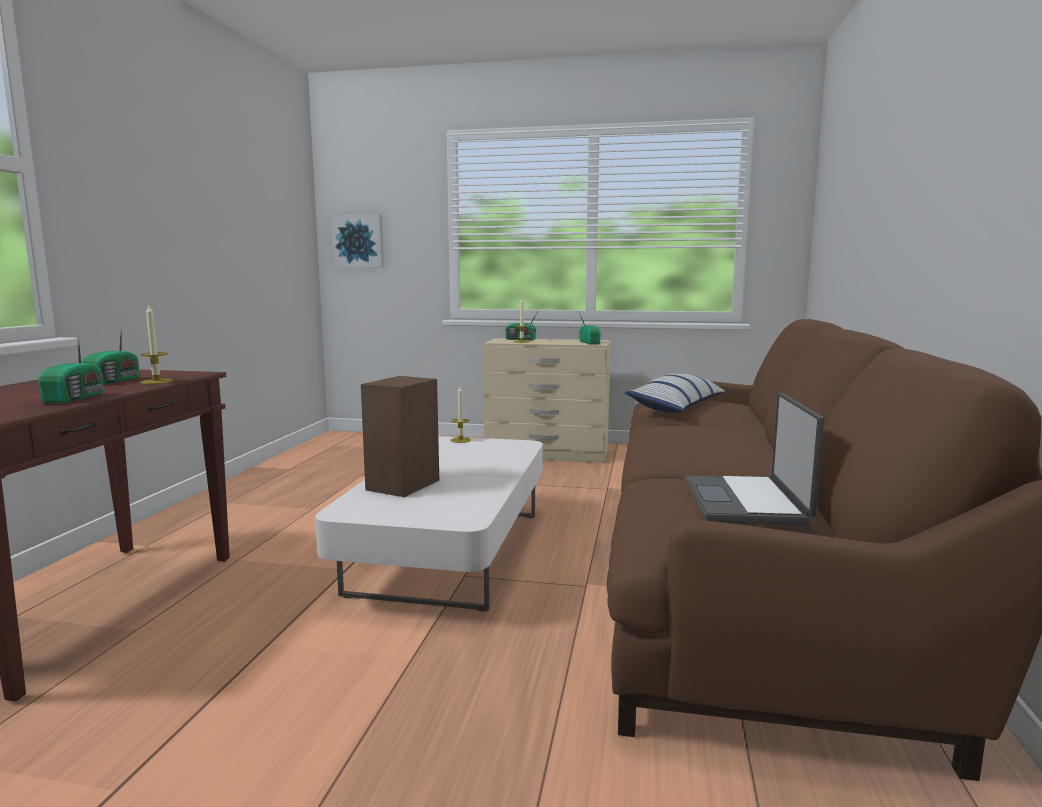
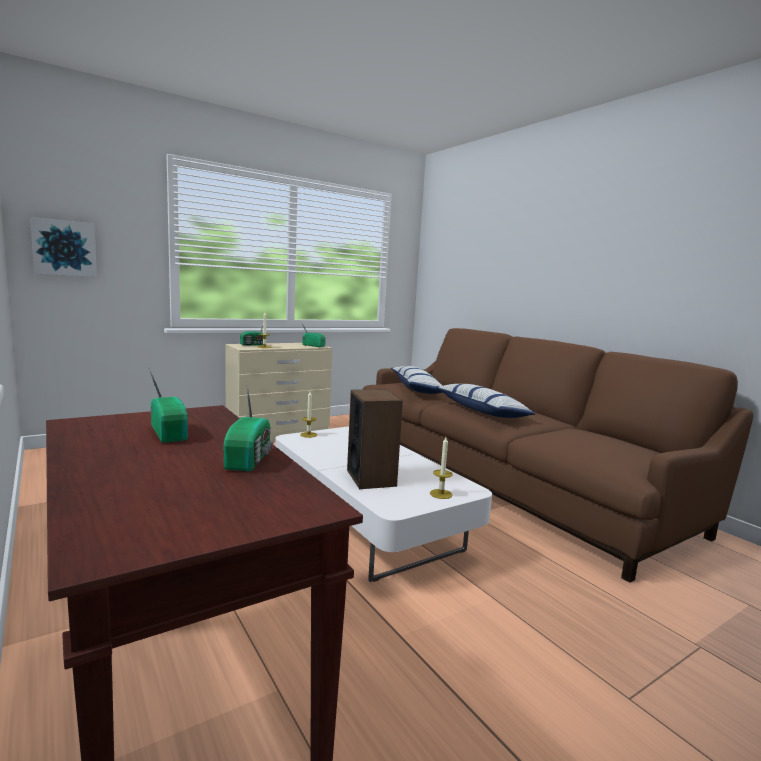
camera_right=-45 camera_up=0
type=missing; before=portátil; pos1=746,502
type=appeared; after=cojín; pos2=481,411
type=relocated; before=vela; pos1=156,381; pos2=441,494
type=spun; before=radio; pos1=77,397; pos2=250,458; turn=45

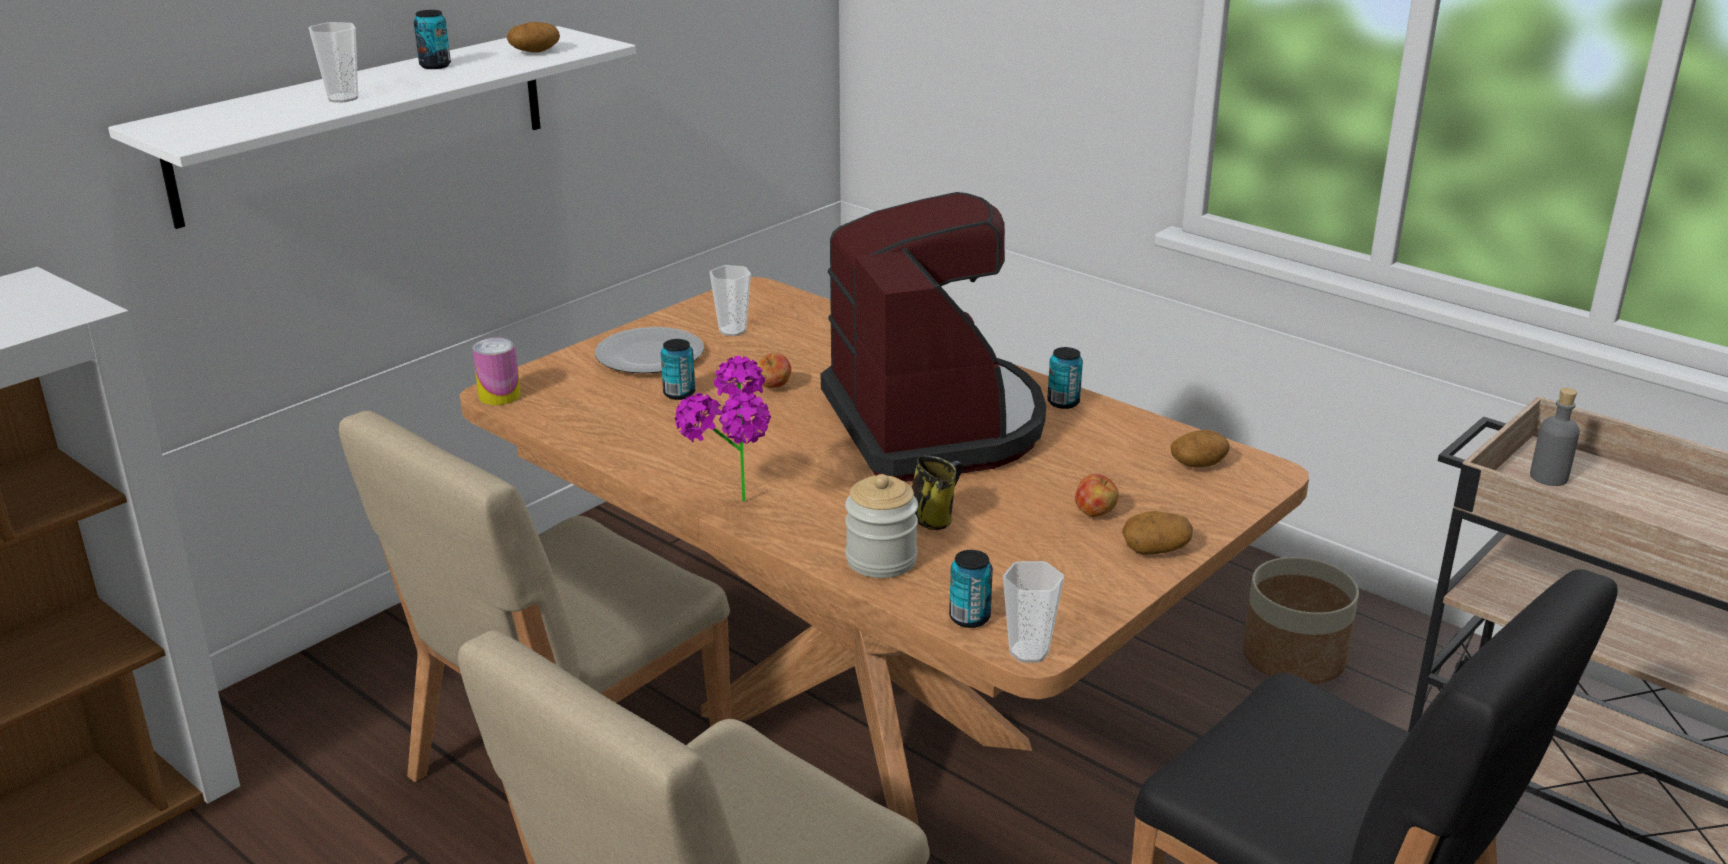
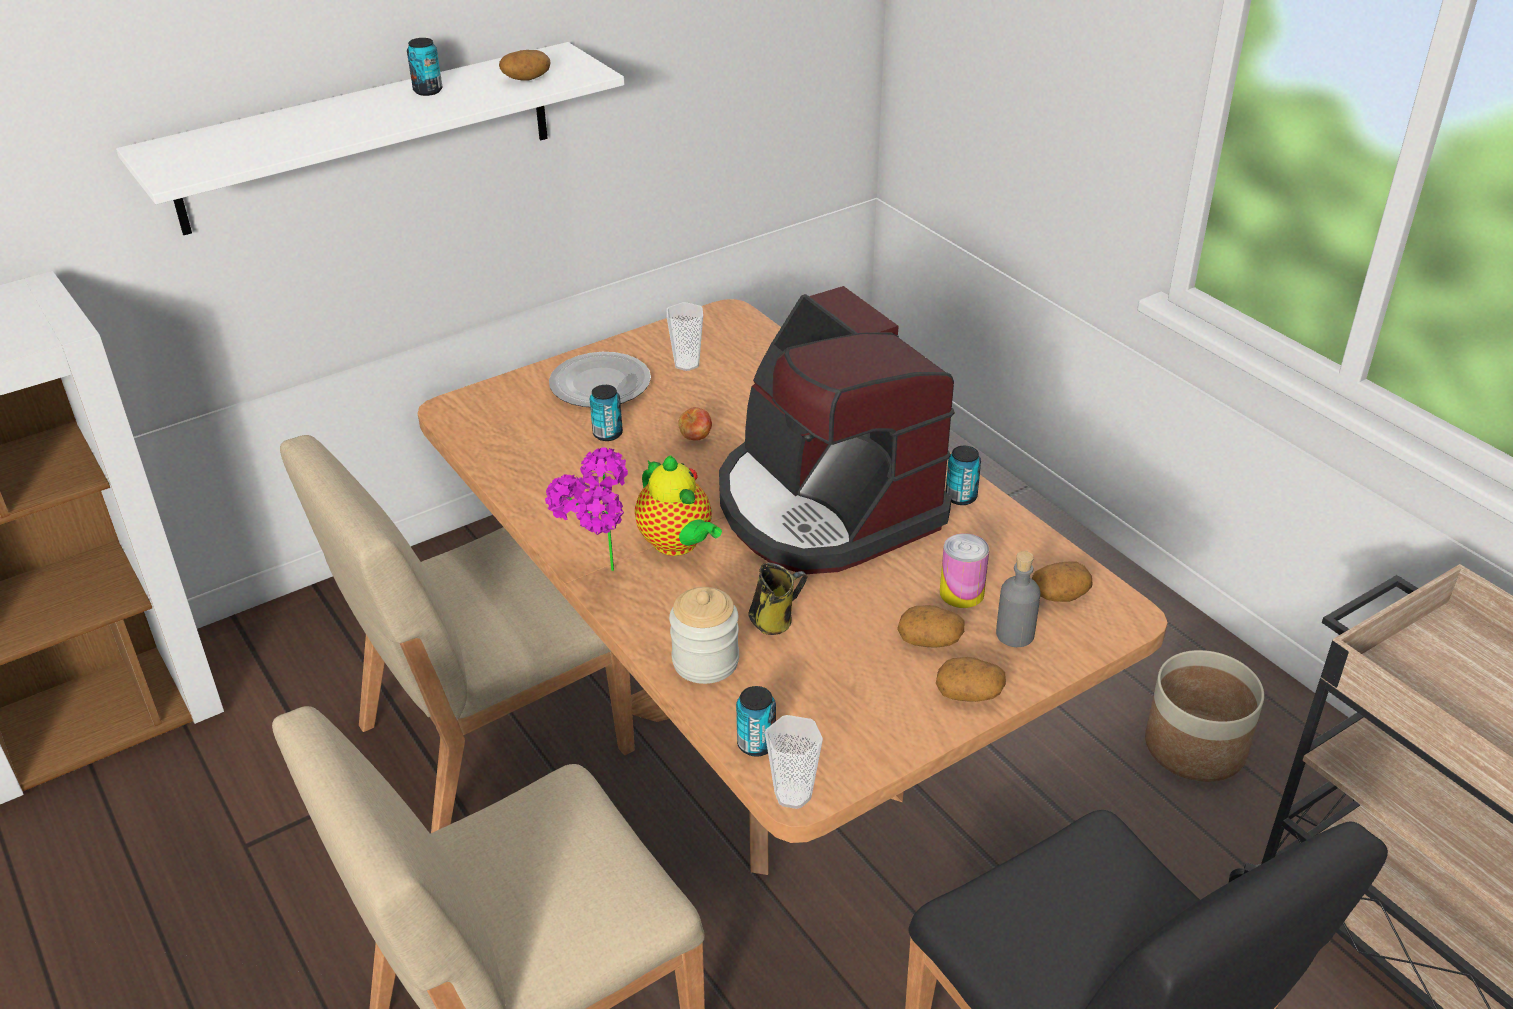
camera_right=15 camera_up=10
type=missing; before=taza; pos1=343,98
type=appeared; after=tetera; pos2=678,544
type=relocated; before=lata; pos1=499,396; pos2=961,593
type=relocated; before=botella [gris]; pos1=1548,477; pos2=1014,634
type=exchanged; before=manzana; after=patata; pos1=1095,513; pos2=930,639
type=spun; before=cafetera; pos1=934,424; pos2=825,506; turn=150

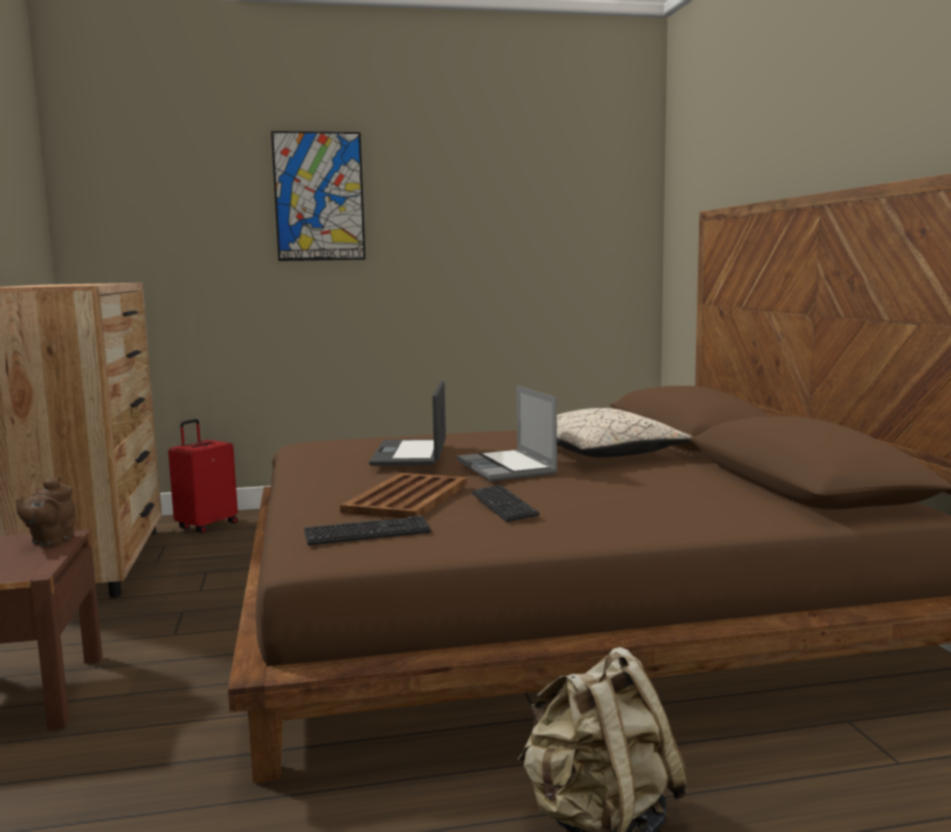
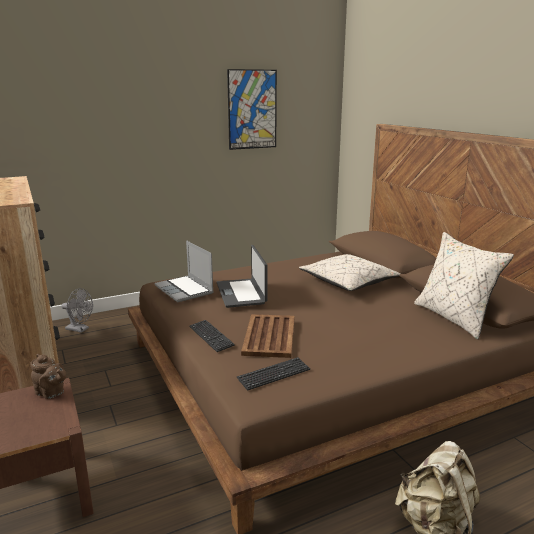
camera_right=-15 camera_up=10
type=appeared; after=cojín [beis]; pos2=454,318
type=relocated; before=cuadro; pos1=319,196; pos2=252,109
type=relocated; before=portátil; pos1=508,468; pos2=185,290
type=relocated; before=teclado; pos1=503,505; pos2=211,336
type=exchanged; before=maleta [rojo]; after=ventilador [gris]; pos1=206,526; pos2=80,329
type=spun; before=tetera [marrón]; pos1=50,541; pos2=51,393; turn=-60

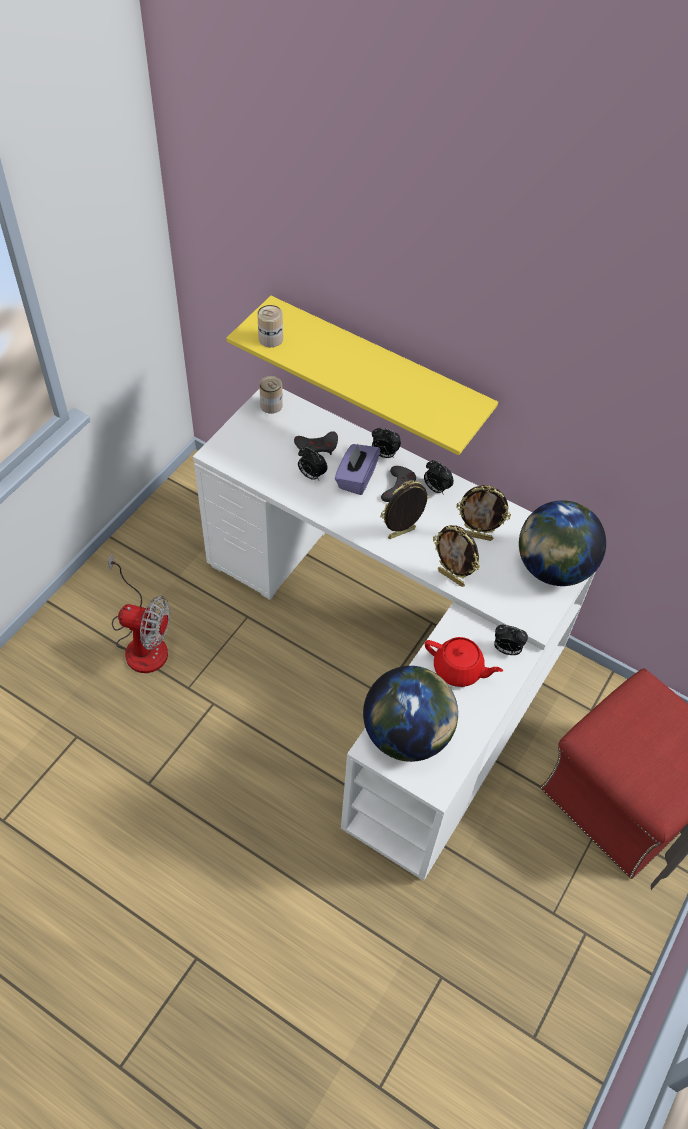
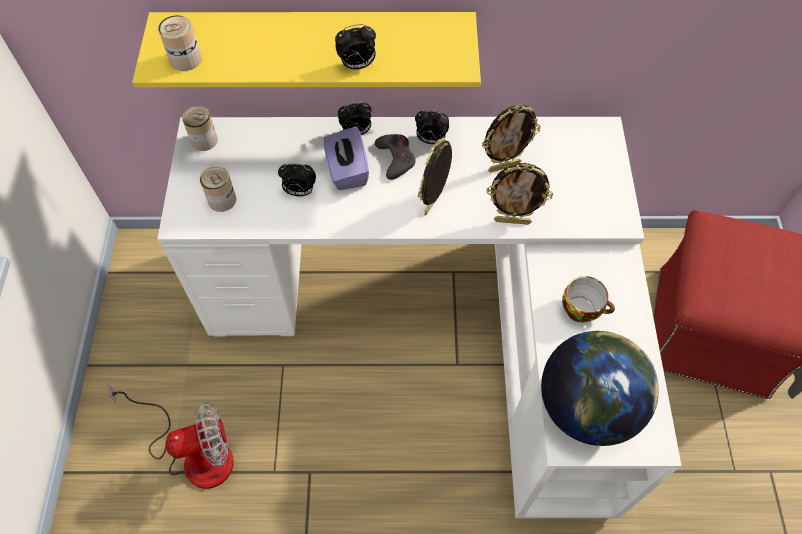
camera_right=-30 camera_up=5
type=missing; before=mando de consola [gris]; pos1=317,446
type=missing; before=globo terráqueo; pos1=553,568
type=appeared; after=lata; pos2=222,200
type=relocated; before=despertador; pos1=506,649; pos2=357,65
type=exchanged; before=tetera [rojo]; after=taza; pos1=458,669; pos2=582,309

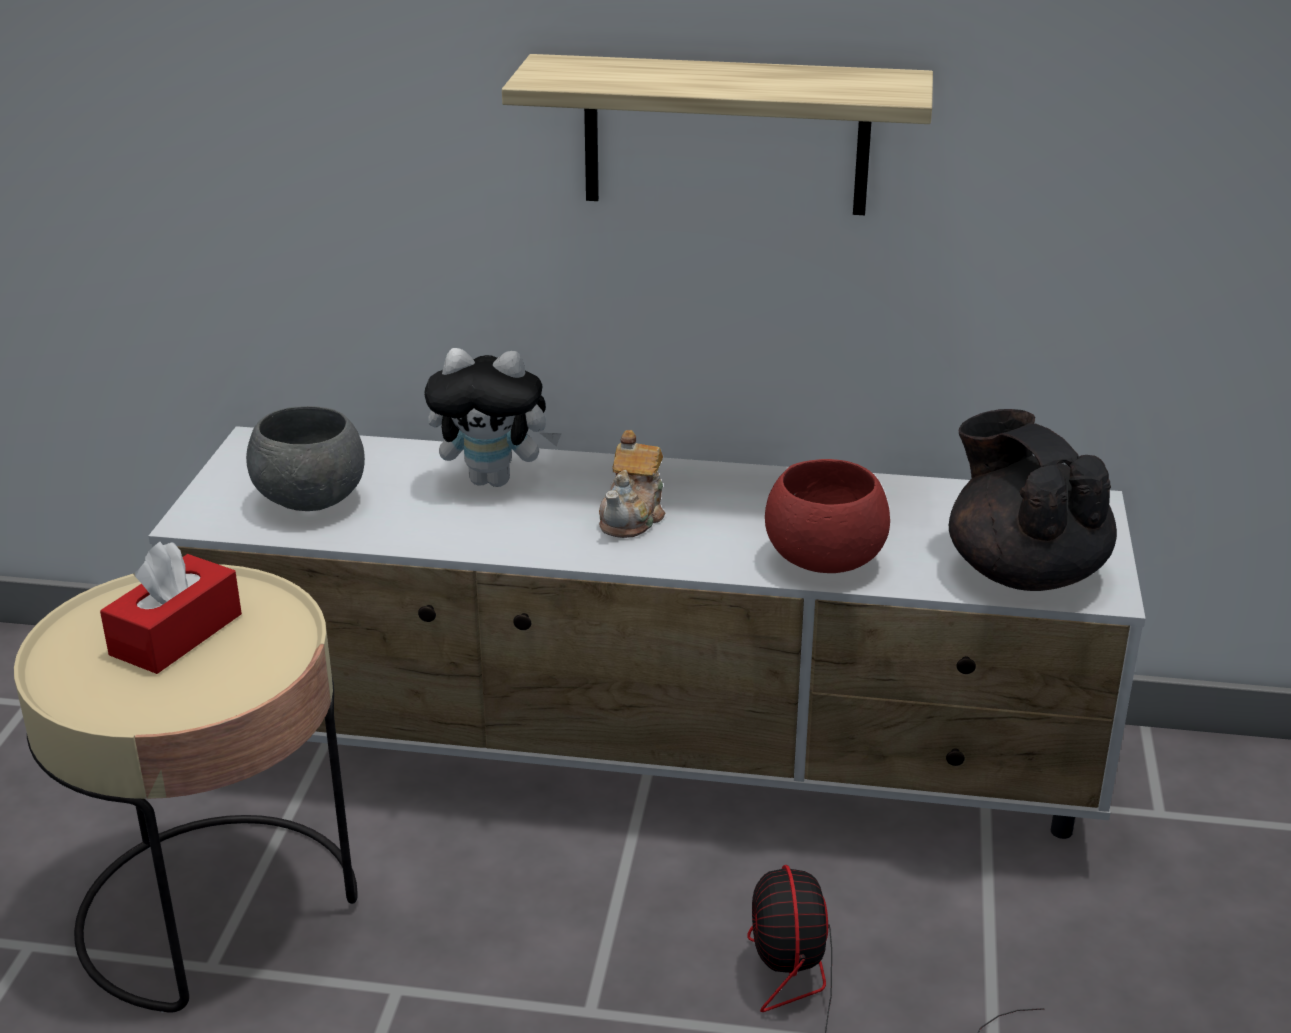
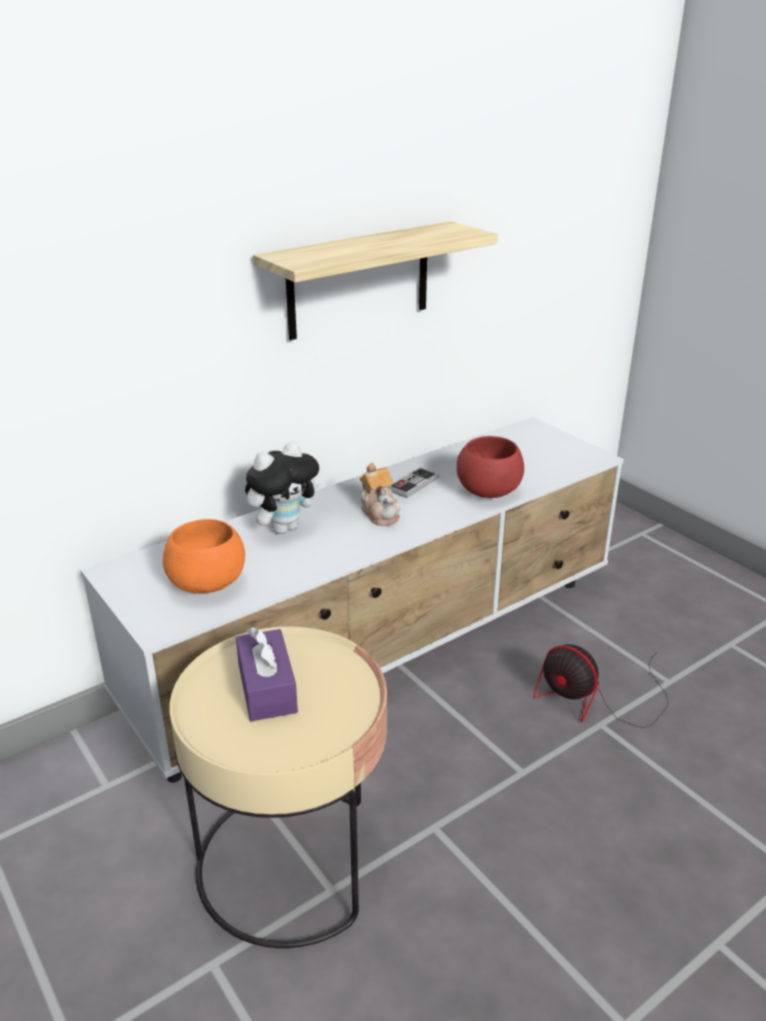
camera_right=-45 camera_up=0
type=missing; before=tetera [negro]; pos1=1023,571
type=appeared; after=mando de consola; pos2=413,484
type=colour; before=caja de pañuelos [rojo]; after=caja de pañuelos [morado]; pos1=176,634; pos2=267,688
type=colour; before=cuenco [gris]; after=cuenco [naranja]; pos1=310,502; pos2=208,585

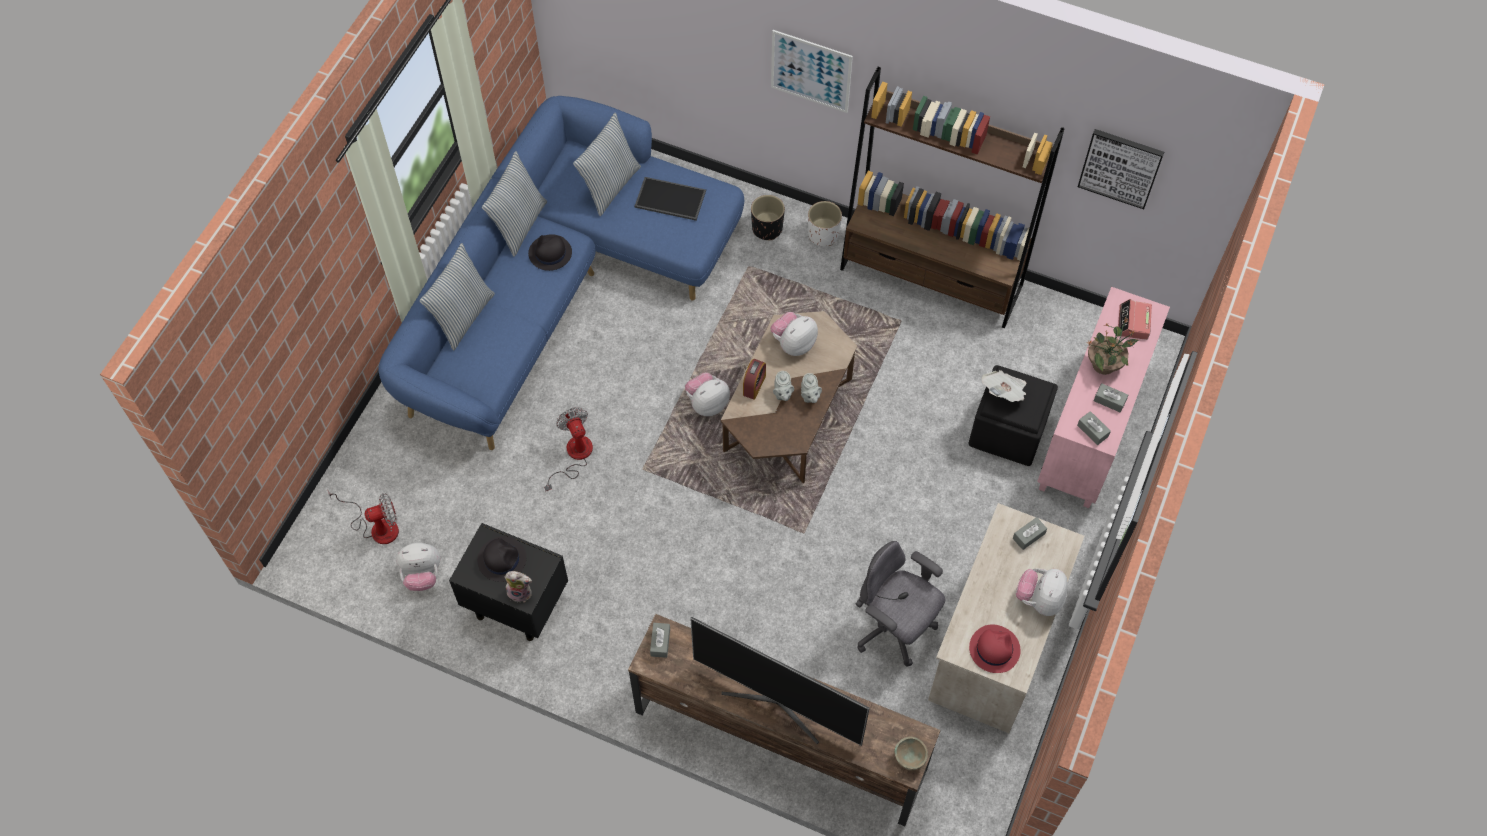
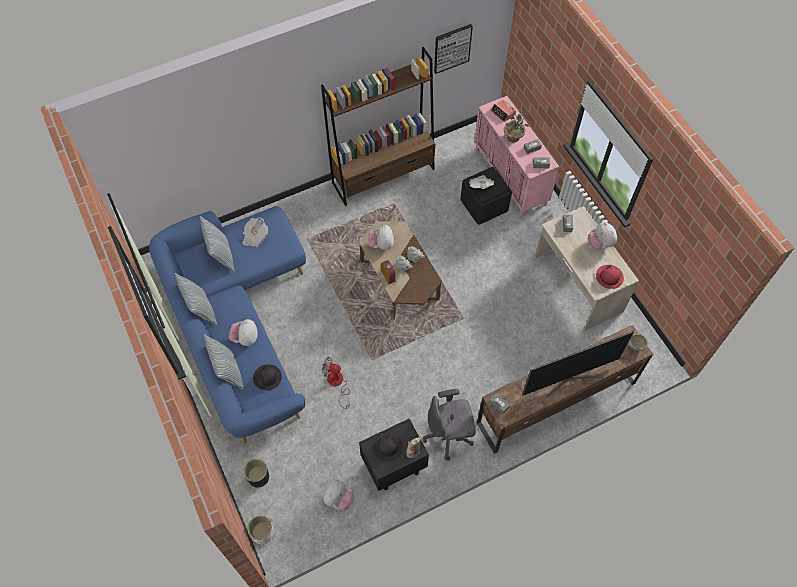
camera_right=-50 camera_up=0
type=missing; before=ventilador; pos1=376,526
type=missing; before=cuadro; pos1=811,71
type=relocated; before=sombrero [negro]; pos1=550,253; pos2=267,377
type=relocated; before=peluche; pos1=707,403; pos2=245,338
type=relocated; before=maceta [negro]; pos1=767,228; pos2=258,477
type=relocated; before=maceta [blanco]; pos1=823,235; pos2=263,533
type=relocated; before=silla de oficina [gris]; pos1=894,628; pos2=449,435
type=exchanged; before=bandeja; after=periódico; pos1=669,199; pos2=255,237

